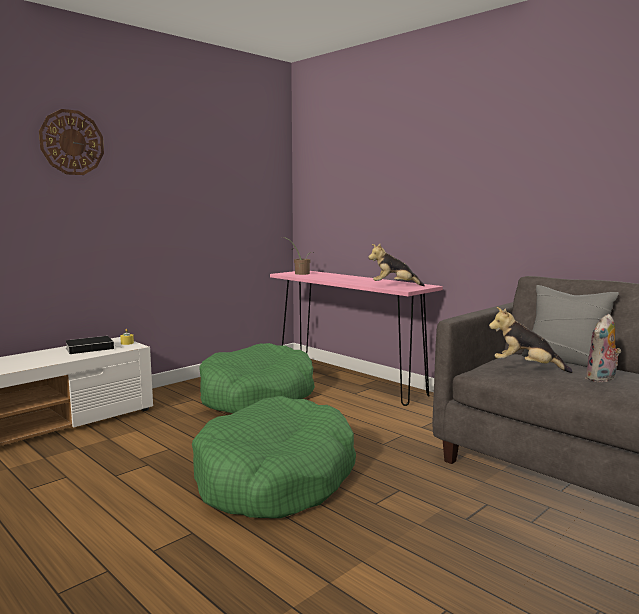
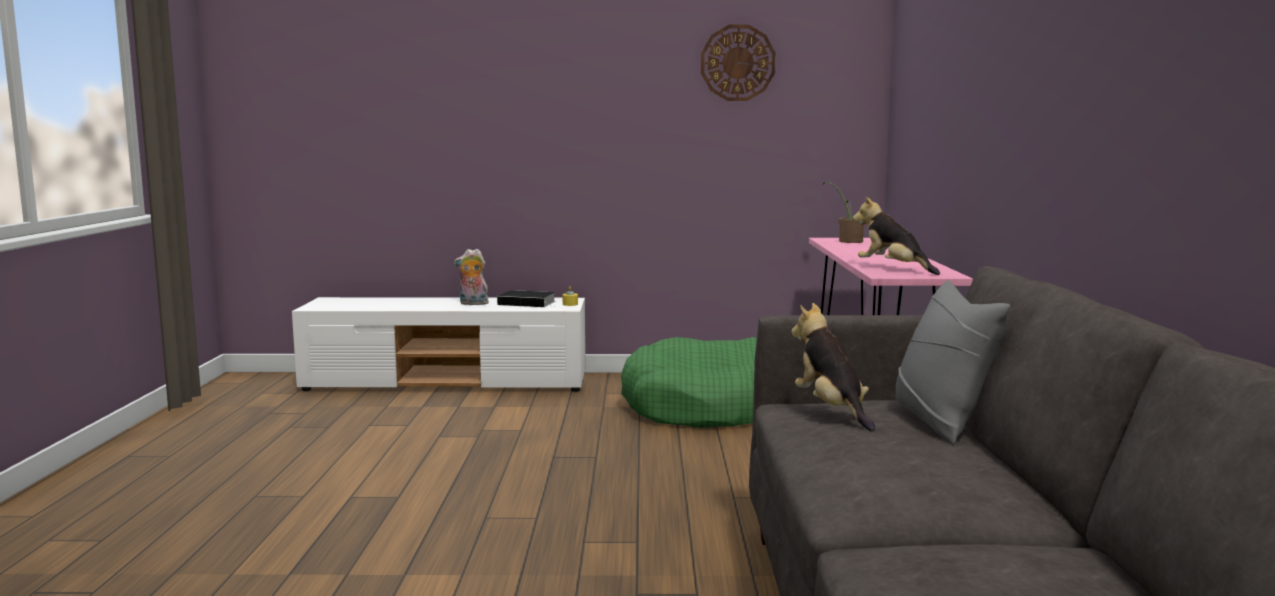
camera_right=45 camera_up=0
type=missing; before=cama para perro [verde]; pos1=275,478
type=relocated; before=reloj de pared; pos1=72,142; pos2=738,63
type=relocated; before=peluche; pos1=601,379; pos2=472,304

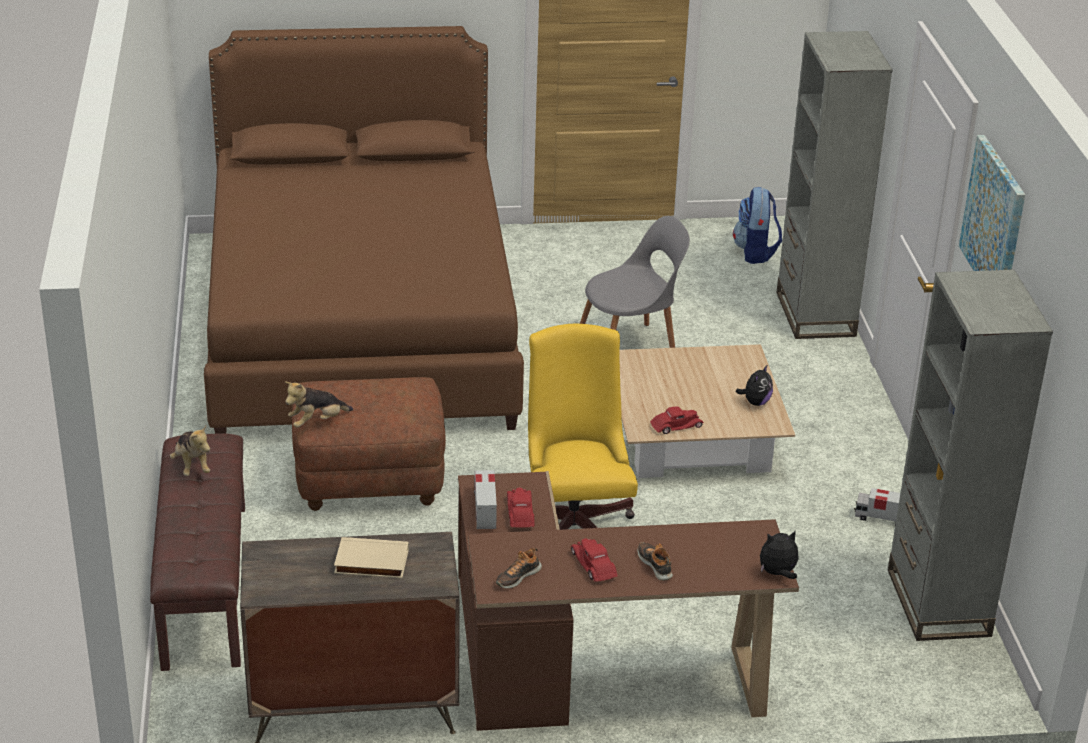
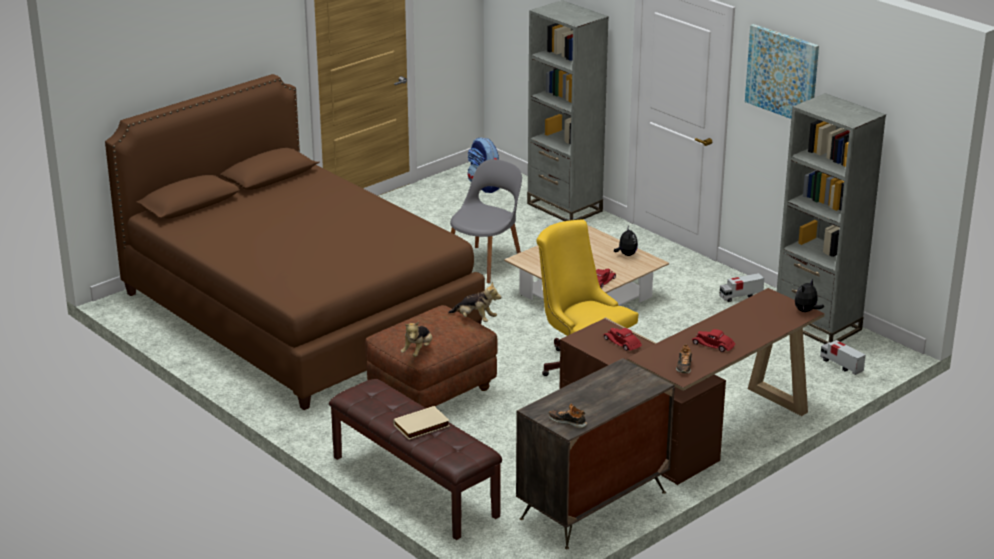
camera_right=-35 camera_up=-5
type=relocated; before=peluche; pos1=192,466; pos2=475,319
type=relocated; before=libro [beis]; pos1=371,563; pos2=422,426
type=relocated; before=camión de juguete; pos1=485,509; pos2=841,365
type=relocated; before=zapato; pos1=655,565; pos2=568,421

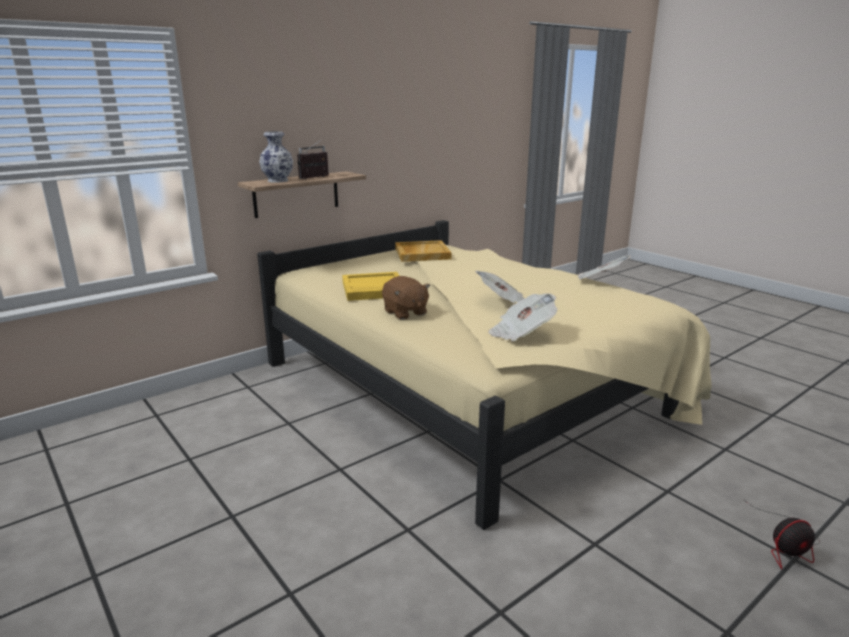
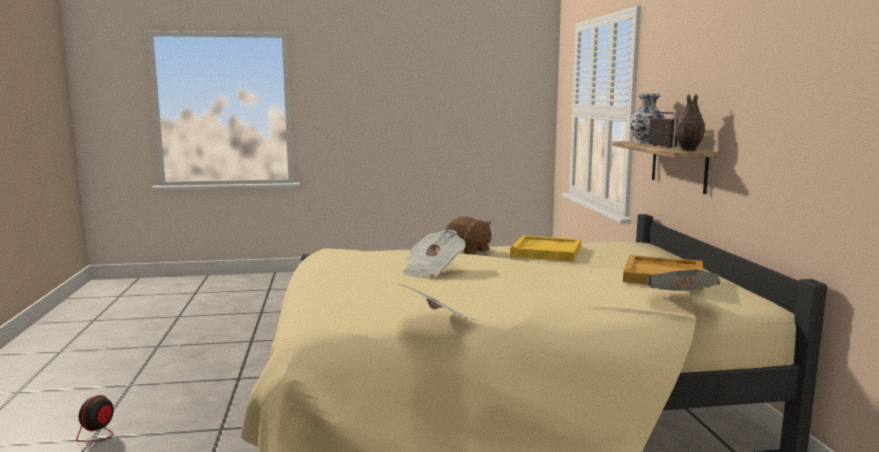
camera_right=120 camera_up=-10
type=appeared; after=florero; pos2=687,150
type=relocated; before=periódico; pos1=521,333; pos2=680,300
type=spun; before=peluche [marrón]; pos1=405,313; pos2=468,251; turn=-135

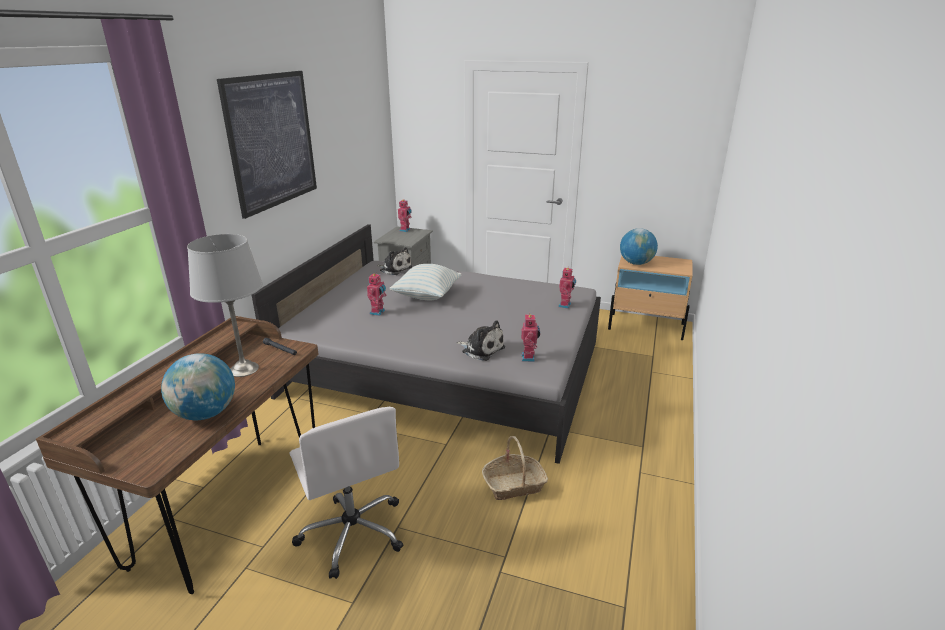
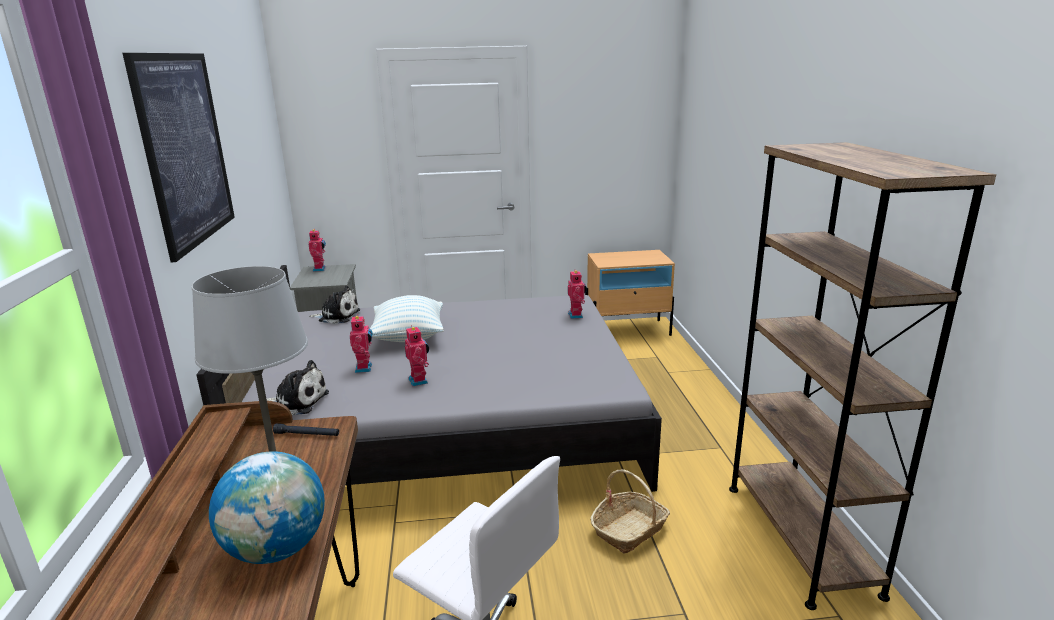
camera_right=-25 camera_up=-5
type=missing; before=globo terráqueo; pos1=636,263
type=appeared; after=estantería [marrón]; pos2=800,537
type=relocated; before=peluche; pos1=481,349; pos2=297,401
type=relocated; before=robot de juguete; pos1=529,357; pos2=419,380

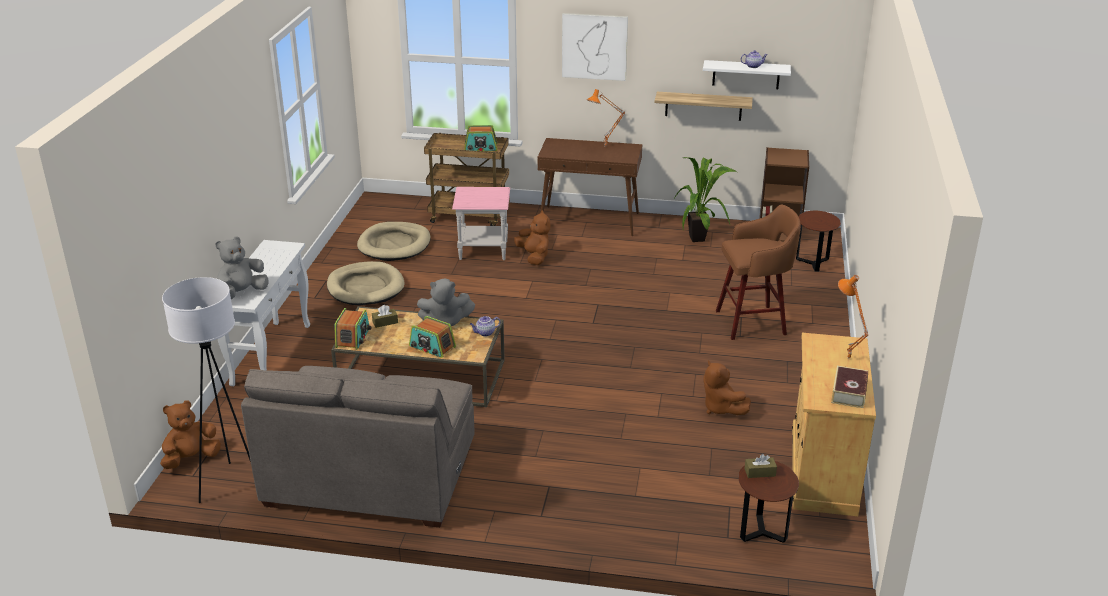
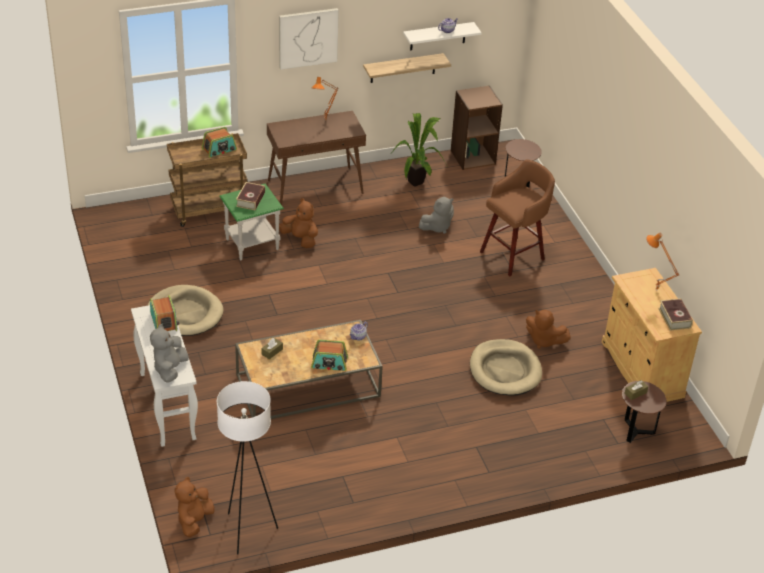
camera_right=-30 camera_up=10
type=missing; before=sofá [gris]; pos1=371,473
type=appeared; after=libro; pos2=250,199
type=relocated; before=radio; pos1=353,338; pos2=164,321
type=relocated; before=cama para perro [beis]; pos1=394,245; pos2=505,370
type=relocated; before=peluche [gris]; pos1=445,322; pos2=437,227
type=colour; before=mesa auxiliar [rosa]; after=mesa auxiliar [verde]; pos1=484,250; pos2=252,244

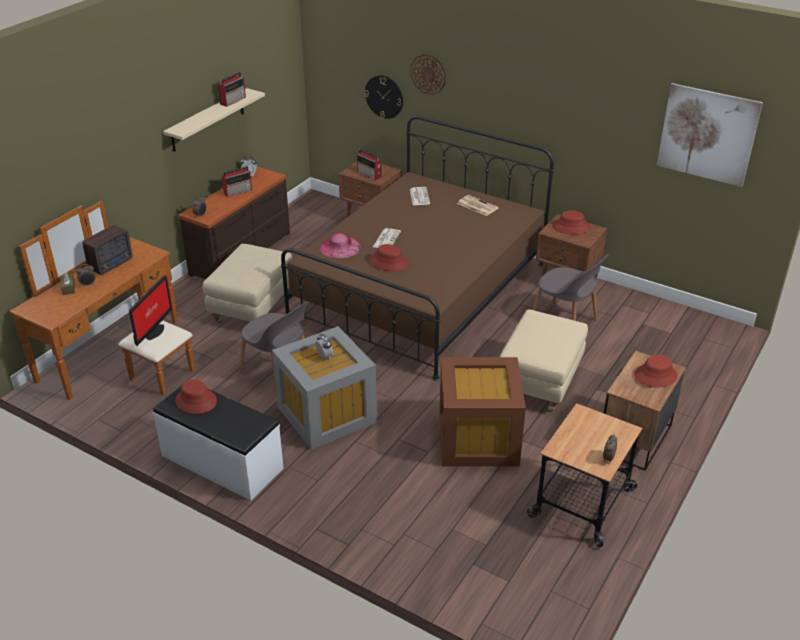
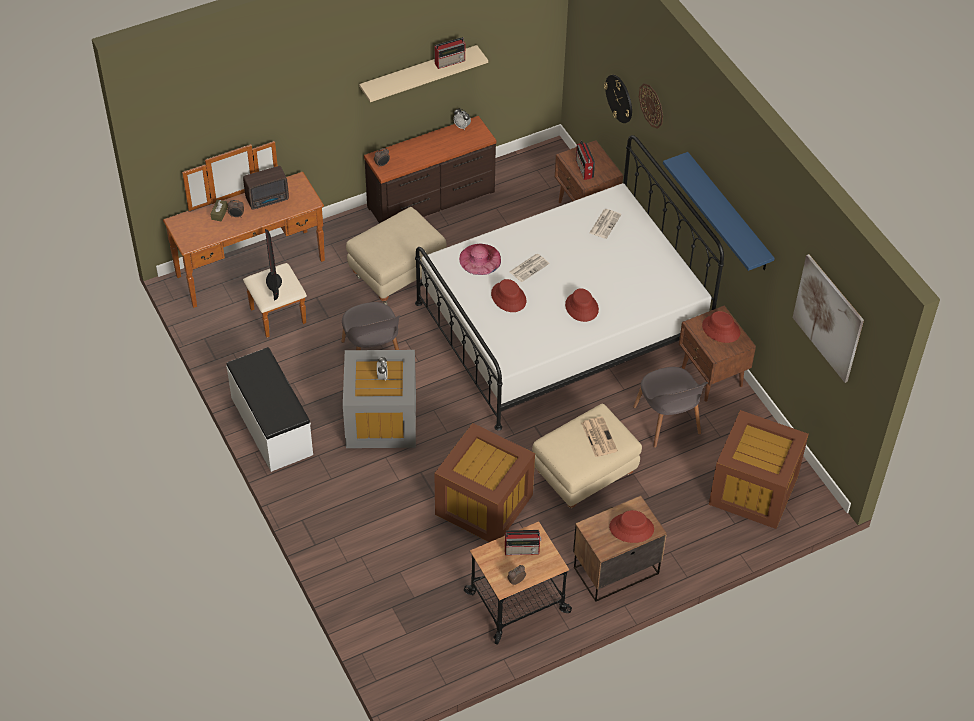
camera_right=30 camera_up=15
type=appeared; after=estante [azul]; pos2=728,213
type=appeared; after=caja de almacenaje [marrón]; pos2=754,491
type=relocated; before=sombrero [rojo]; pos1=196,401; pos2=581,307
type=relocated; before=radio; pos1=238,191; pos2=522,550
type=relocated; before=periódico; pos1=476,206; pos2=598,436
type=colour; before=cama [marrón]; after=cama [blanco]; pos1=420,291; pos2=562,322
type=spun; before=monitor; pos1=153,332; pos2=274,281; turn=120

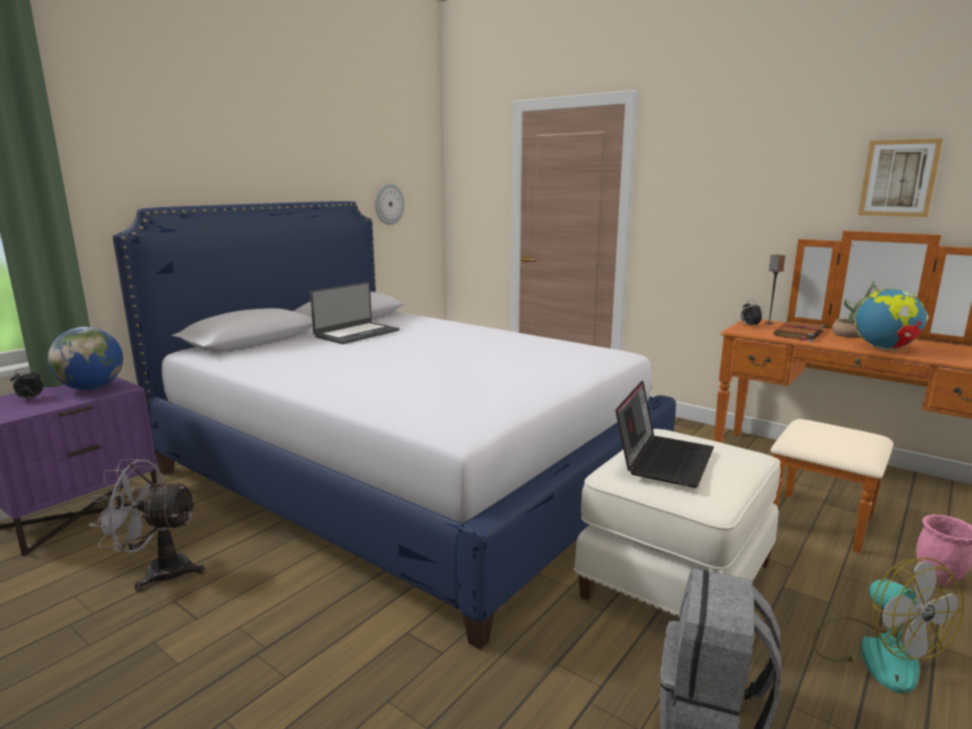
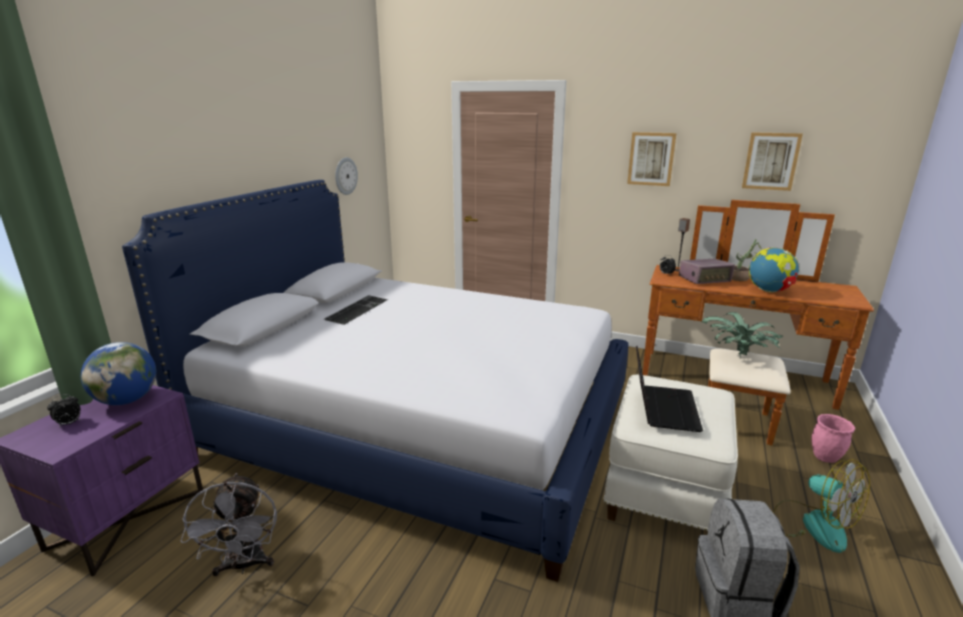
camera_right=-15 camera_up=5
type=appeared; after=cuadro; pos2=651,159
type=appeared; after=planta en maceta; pos2=740,356
type=exchanged; before=portátil; after=teclado; pos1=356,333; pos2=356,309
type=exchanged; before=libro [marrón]; after=radio; pos1=799,333; pos2=704,280
type=spun; before=ventilador [gris]; pos1=158,571; pos2=244,565; turn=-90

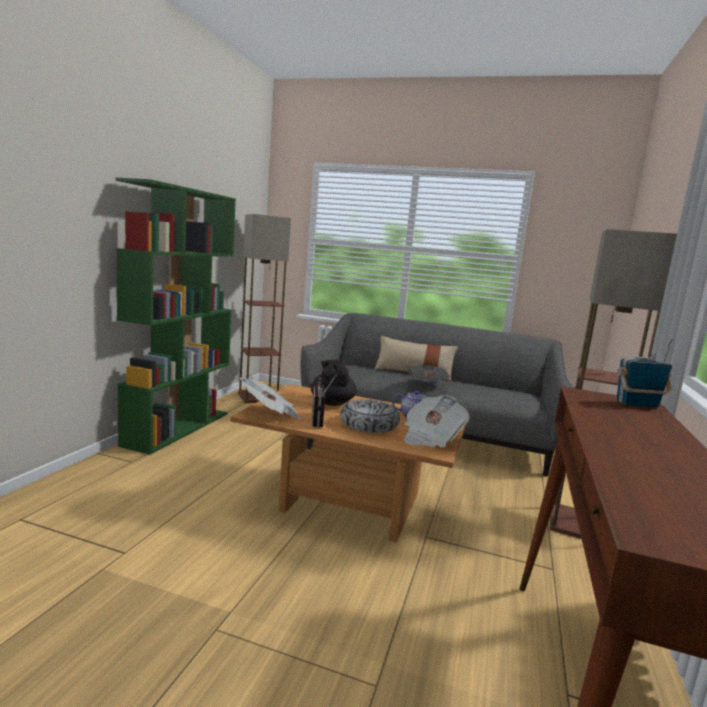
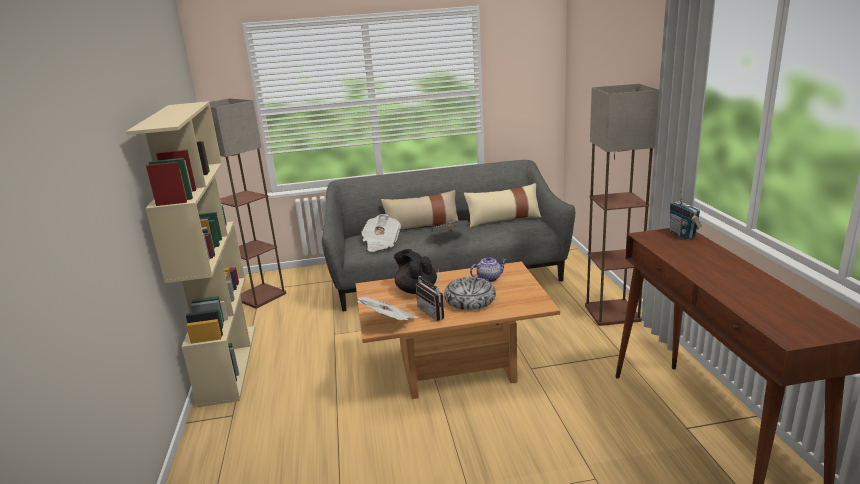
camera_right=-25 camera_up=10
type=appeared; after=cojín [beis]; pos2=503,219
type=relocated; before=periódico; pos1=431,438; pos2=381,243
type=colour; before=estantería [verde]; after=estantería [beis]; pos1=178,428; pos2=228,363
type=spun; before=radio; pos1=637,405; pos2=682,235; turn=-75

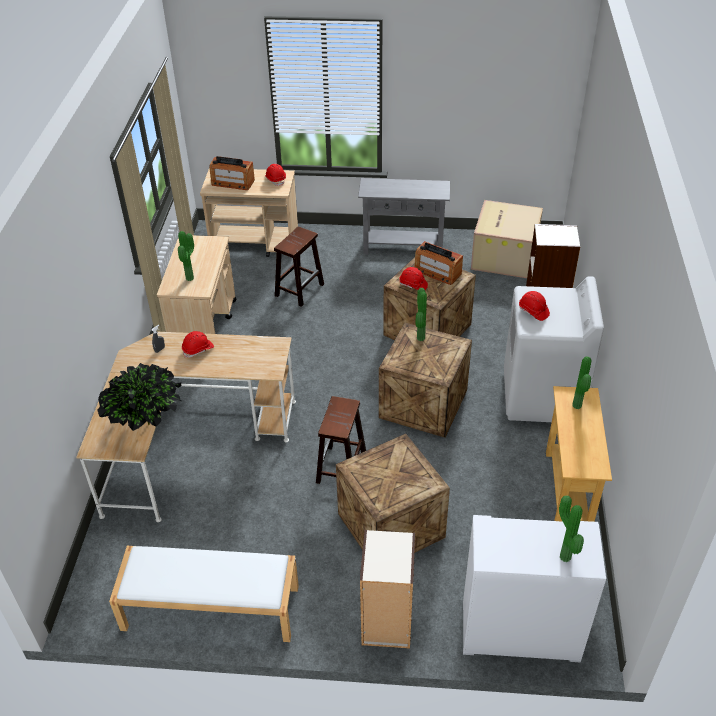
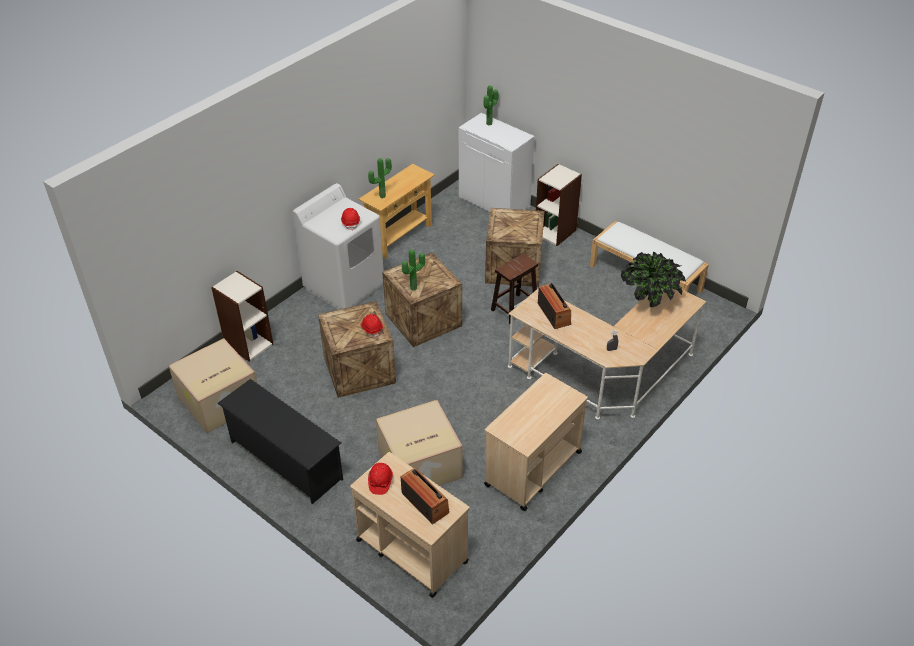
camera_right=-145 camera_up=0
type=missing; before=planta en maceta; pos1=191,278
type=missing; before=casco [rojo]; pos1=198,349
type=relocated; before=radio; pos1=437,272; pos2=554,314
type=exchanged; before=taburete [marrón]; after=caja de cartón; pos1=300,289; pos2=419,465
type=exchanged; before=mesa consola [gris]; after=zapatero [negro]; pos1=403,247; pos2=285,460

